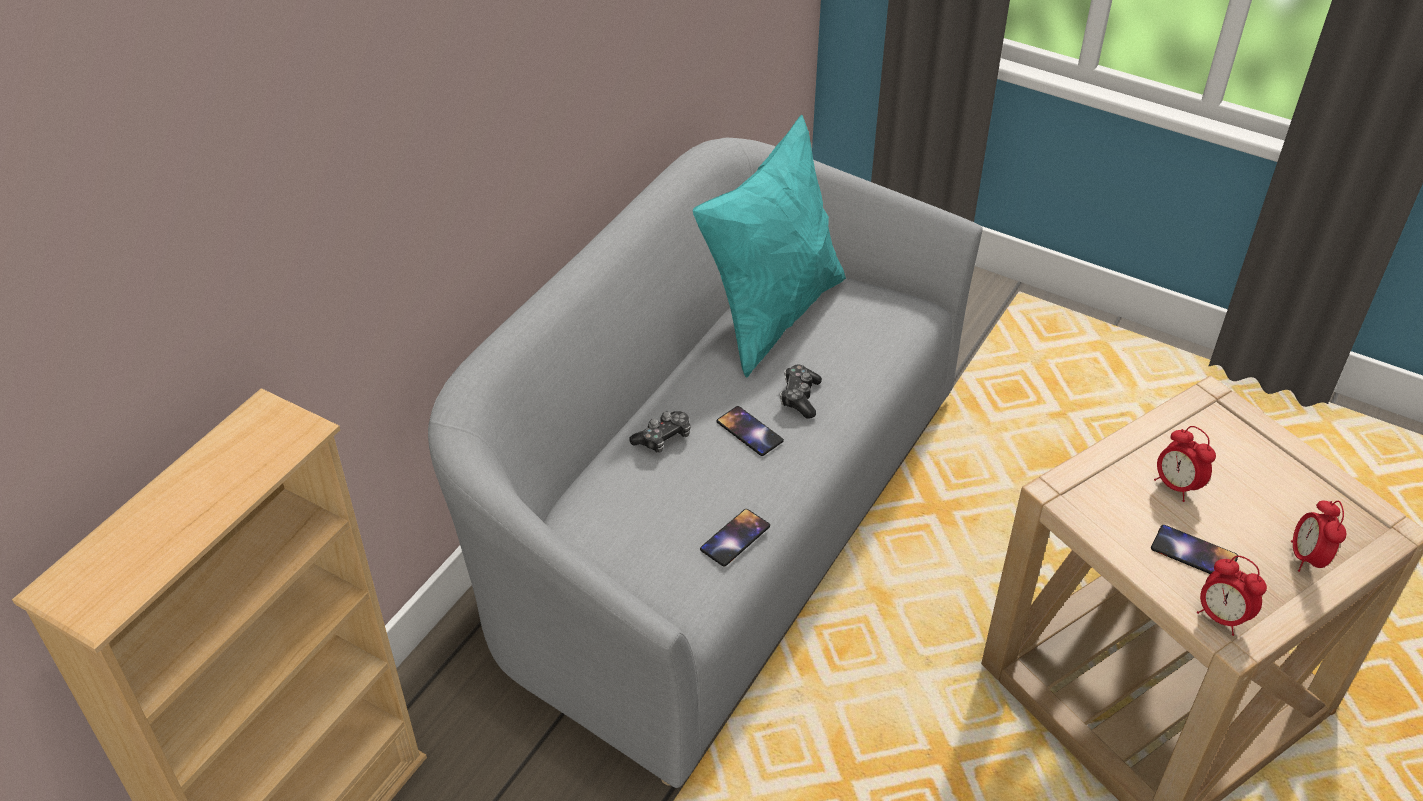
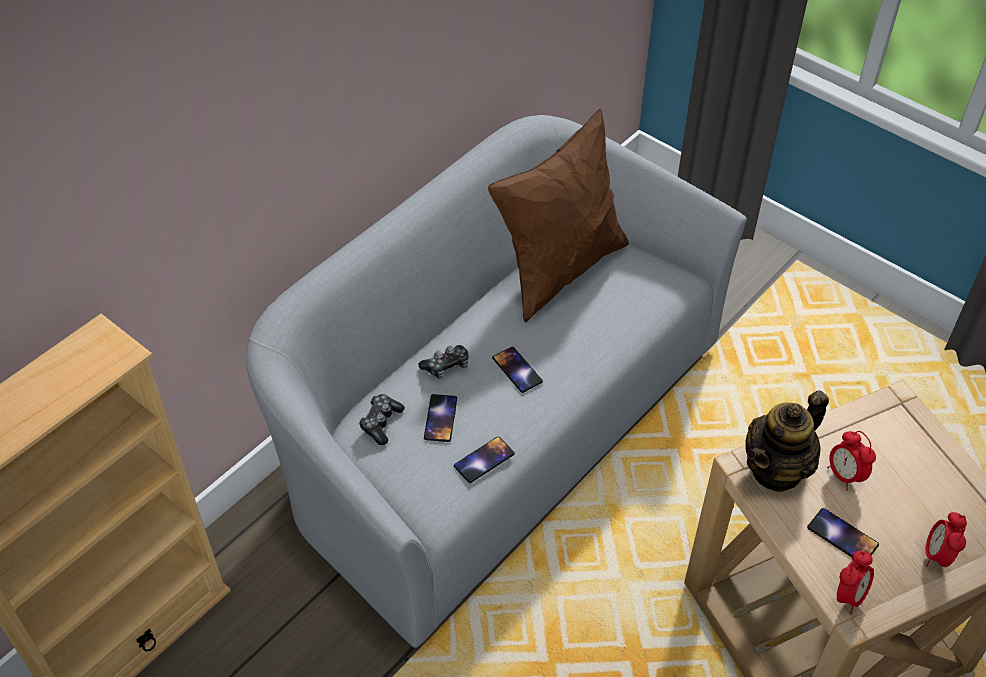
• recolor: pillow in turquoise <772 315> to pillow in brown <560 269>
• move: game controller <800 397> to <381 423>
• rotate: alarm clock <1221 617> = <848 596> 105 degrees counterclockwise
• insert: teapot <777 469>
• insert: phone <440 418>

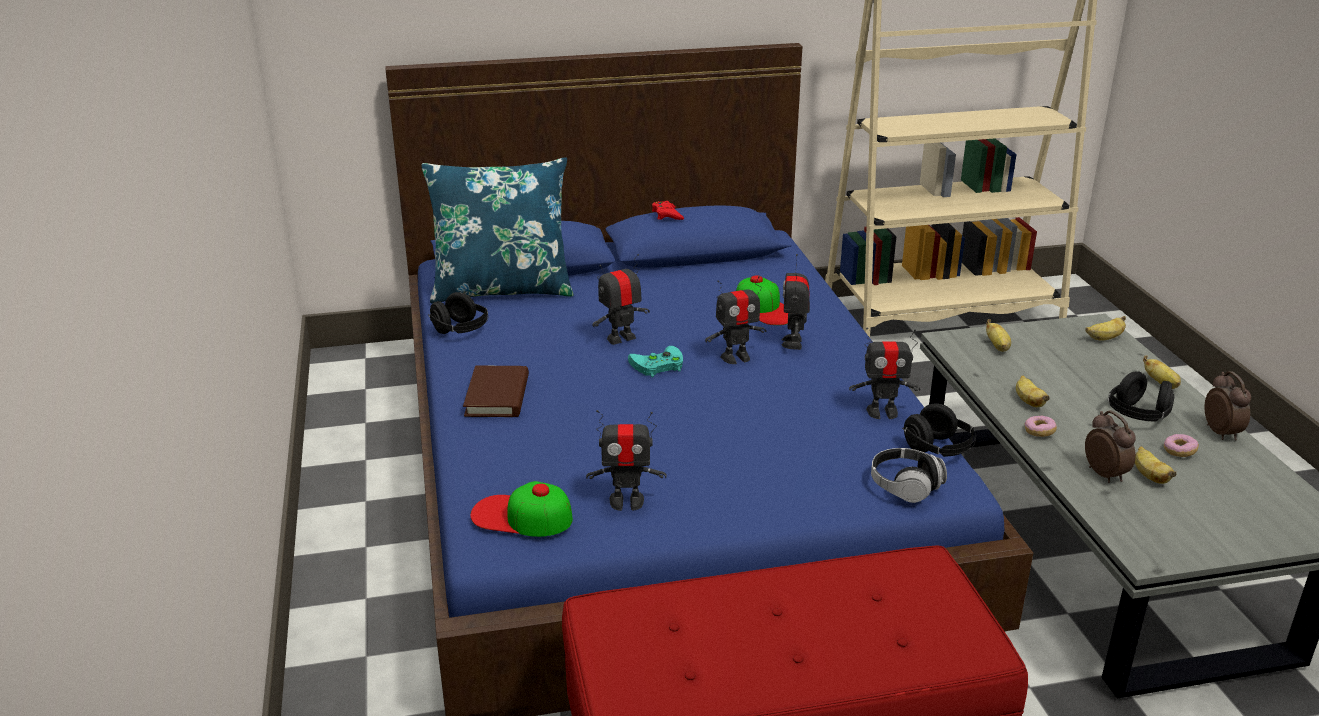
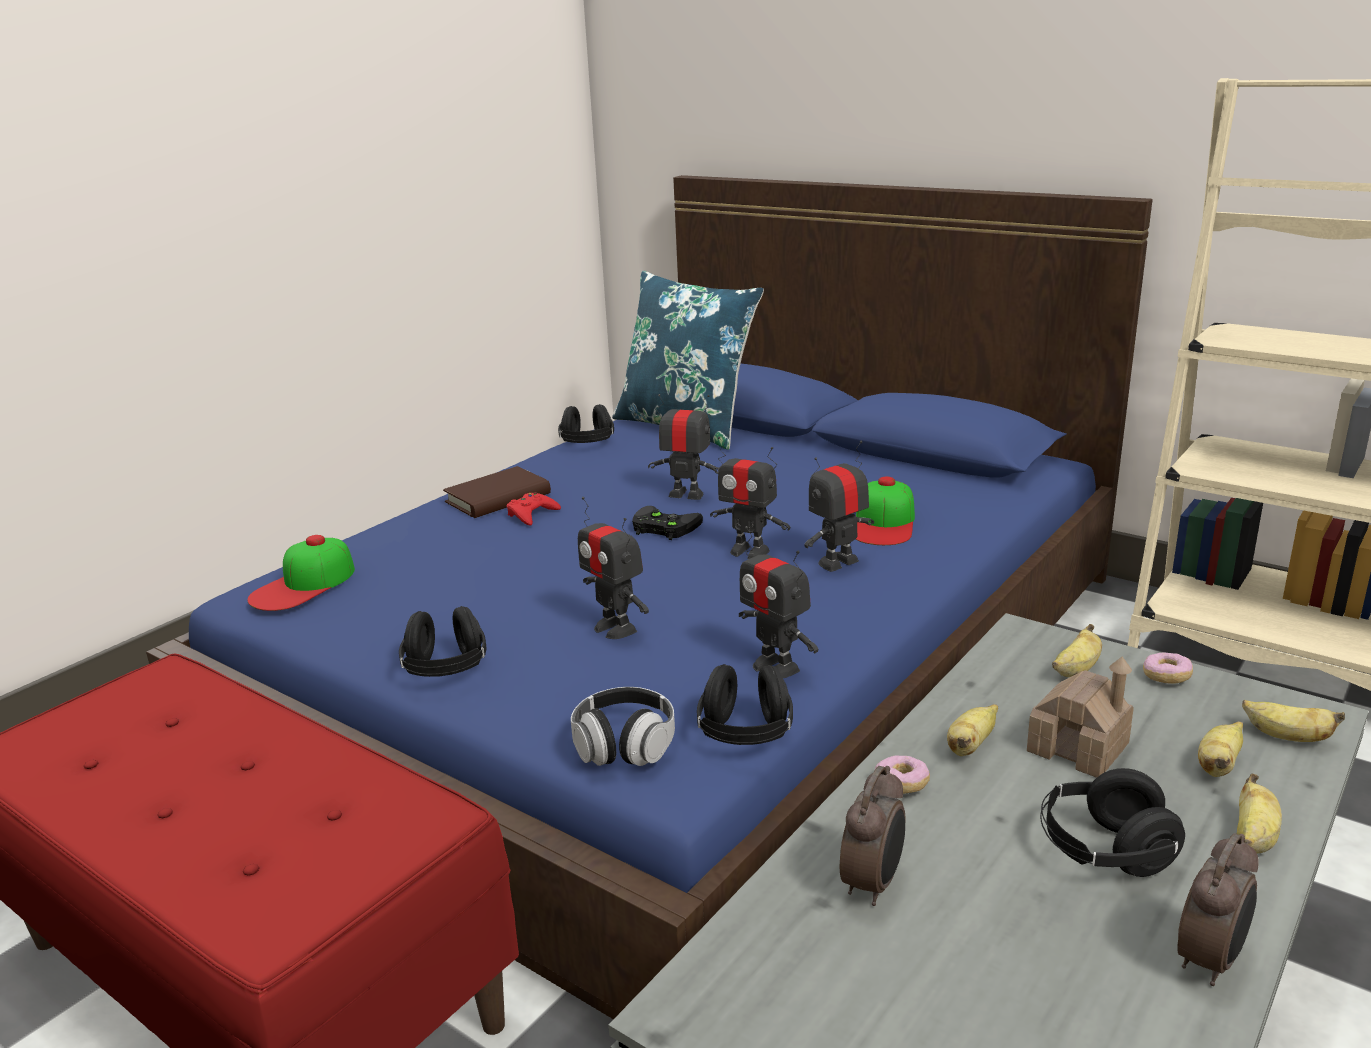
• move: game controller in red <667 215> to <532 514>
• recolor: game controller in turquoise <656 365> to game controller in black <662 527>
• move: toy robot <626 501> to <615 628>
• move: donut <1179 451> to <1166 677>
• move: banana <1149 476> to <1218 765>
• rotate: cap <521 516> = <303 584> 120 degrees counterclockwise
• insert: headphones in black <446 669>
• insert: toy house <1078 747>

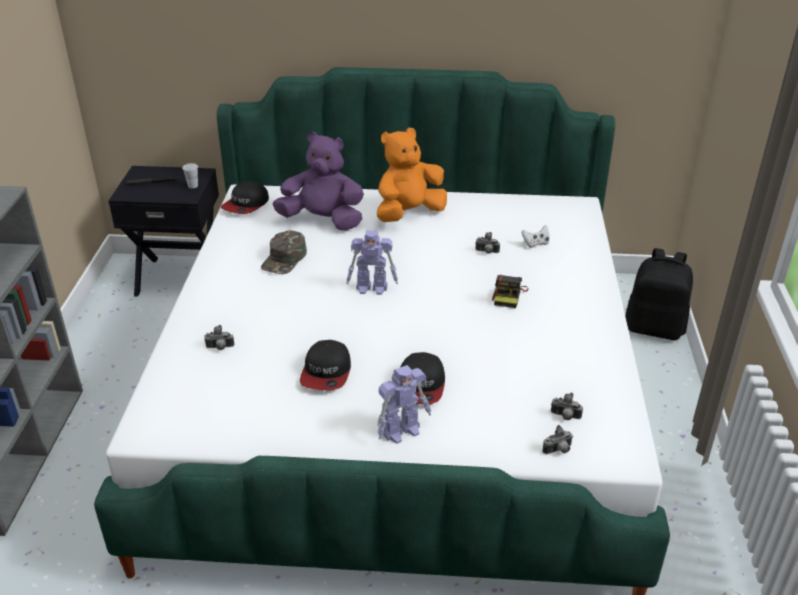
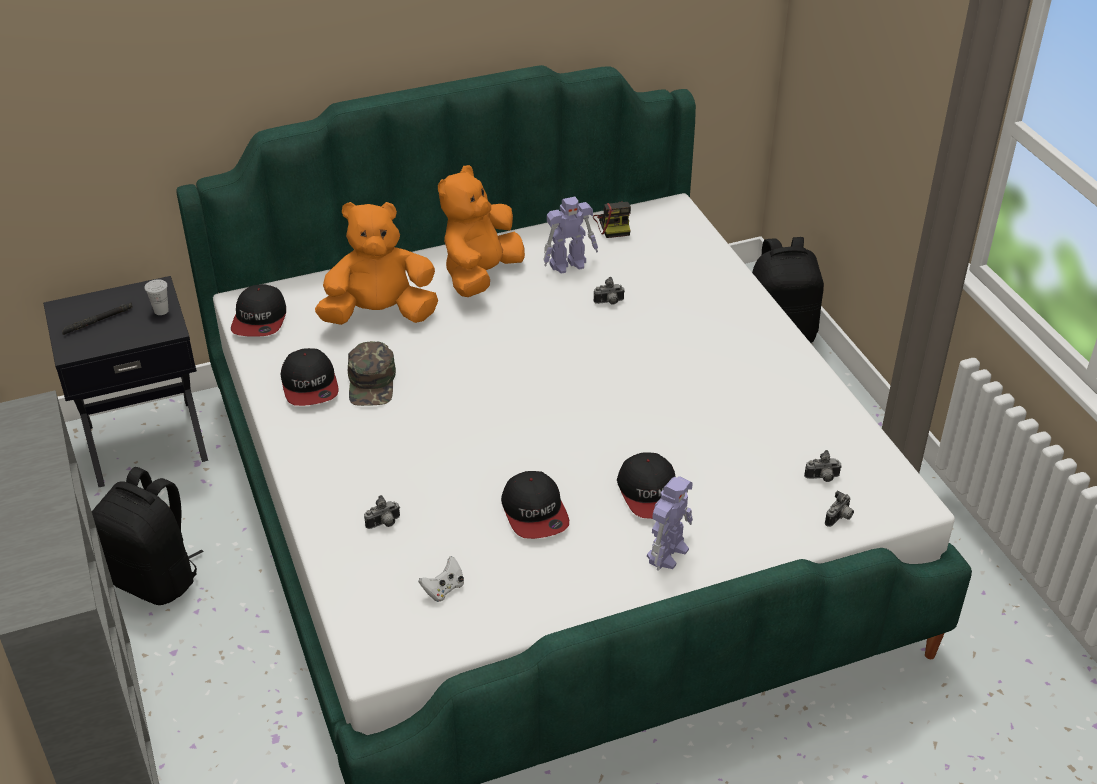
• recolor: plush toy in purple <323 220> to plush toy in orange <380 314>
• move: game controller in white <535 244> to <444 589>
• move: toy robot <372 288> to <569 264>
• move: photo camera <508 295> to <613 224>
• insert: cap <310 385>
• insert: backpack in black <155 578>

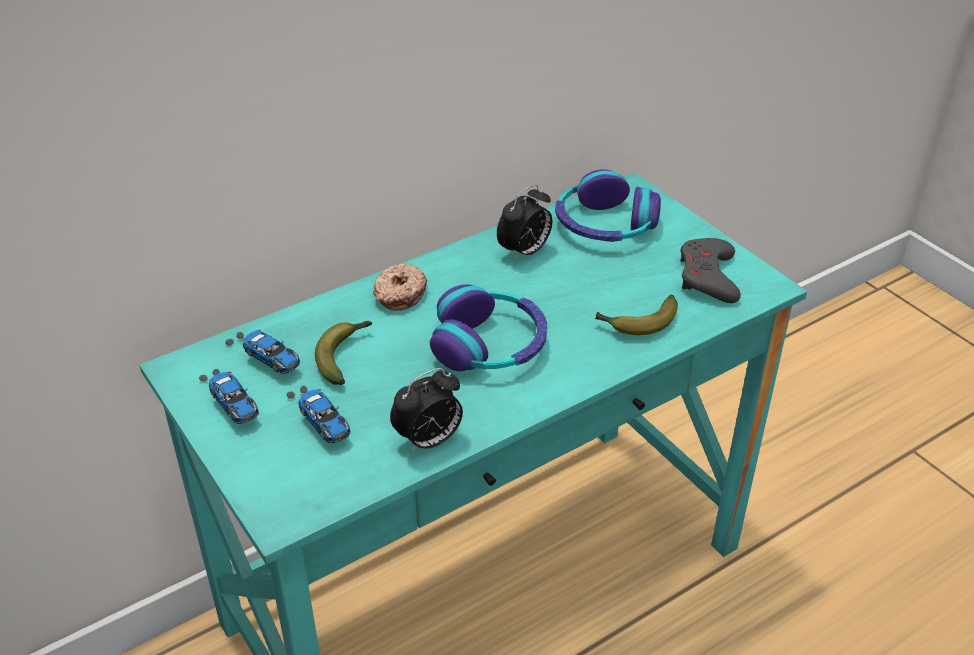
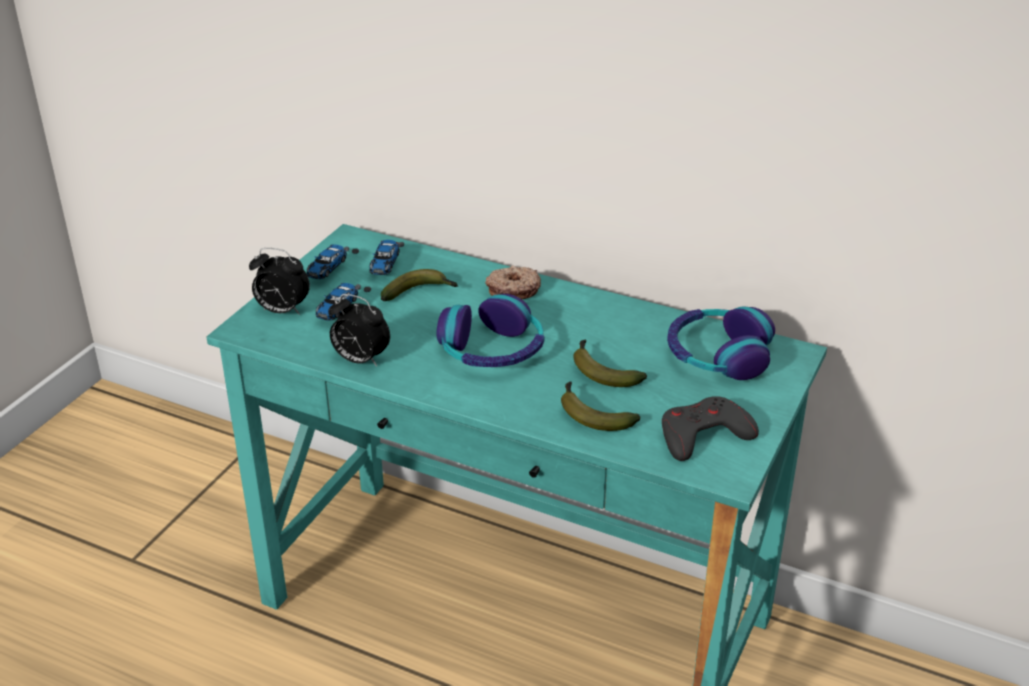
• move: alarm clock <524 252> to <282 311>
• insert: banana <602 371>

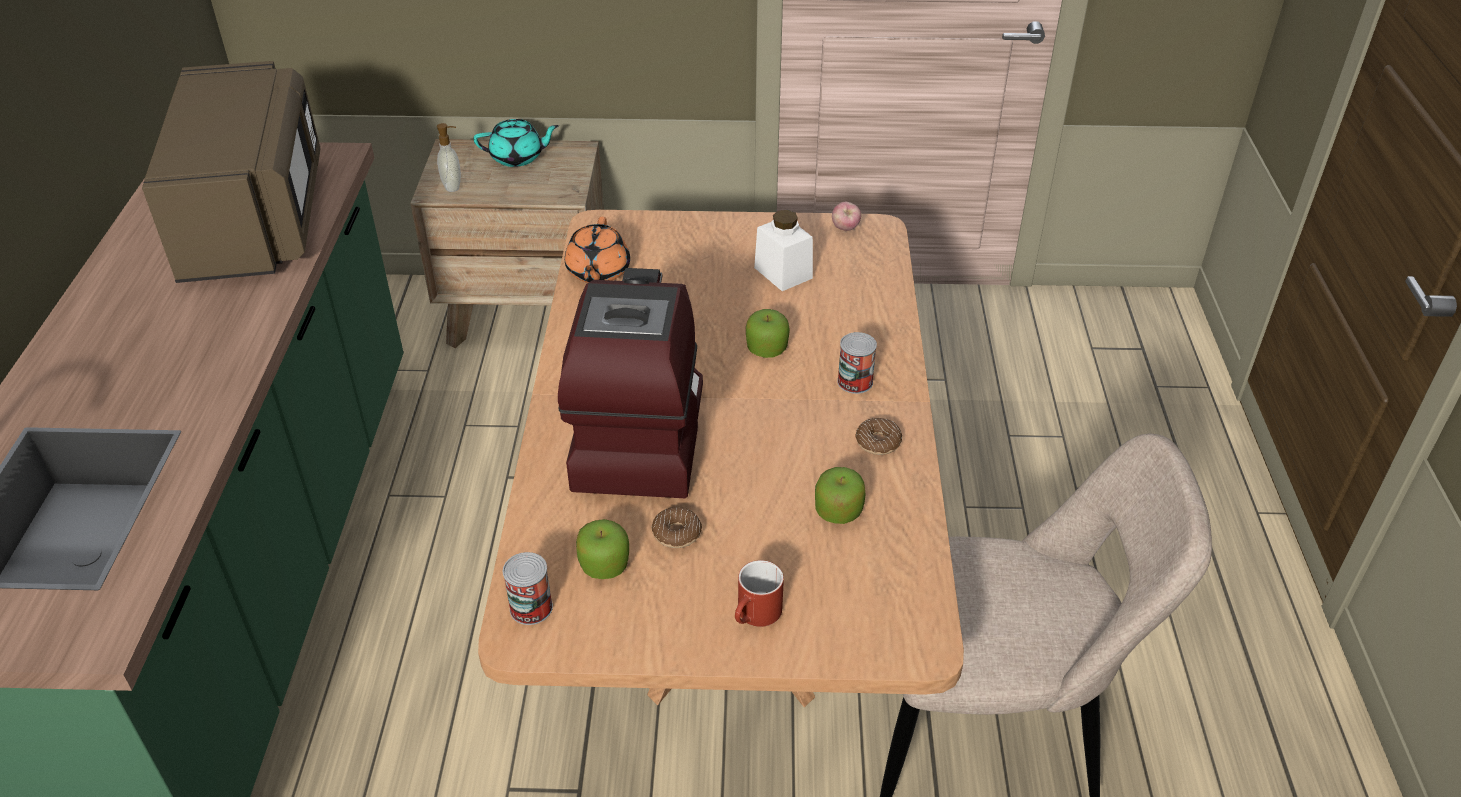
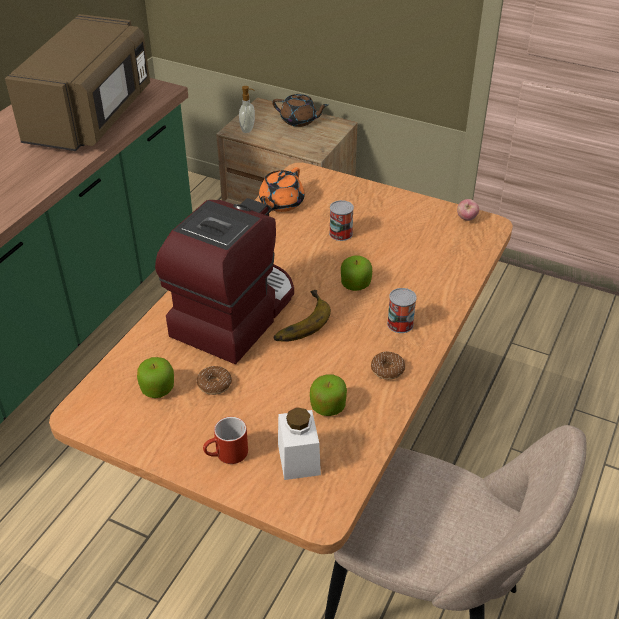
• recolor: teapot in turquoise <518 157> to teapot in brown <299 121>
• move: jar in white <783 273> to <298 459>
• move: can <531 607> to <341 233>
• insert: banana <298 321>

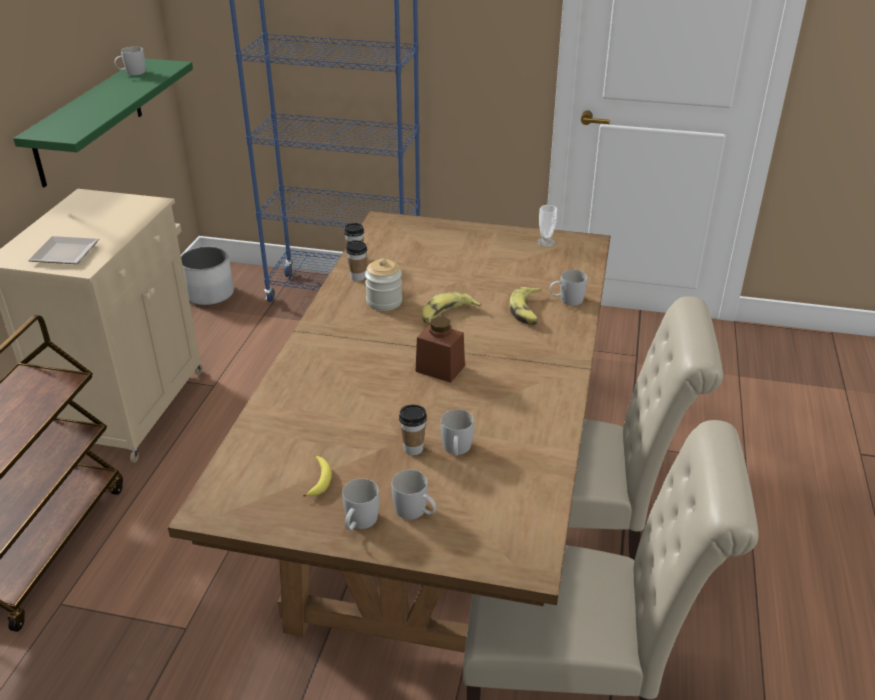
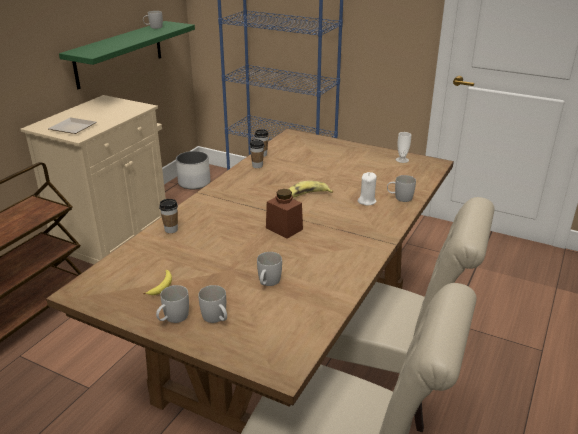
• delete: jar <384 302>
• replace: banana <527 311> to candle in white <367 201>
• move: cup <413 449> to <171 230>

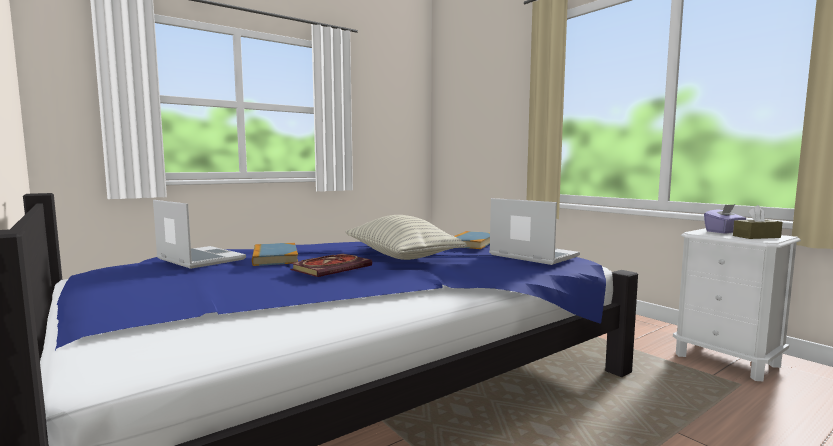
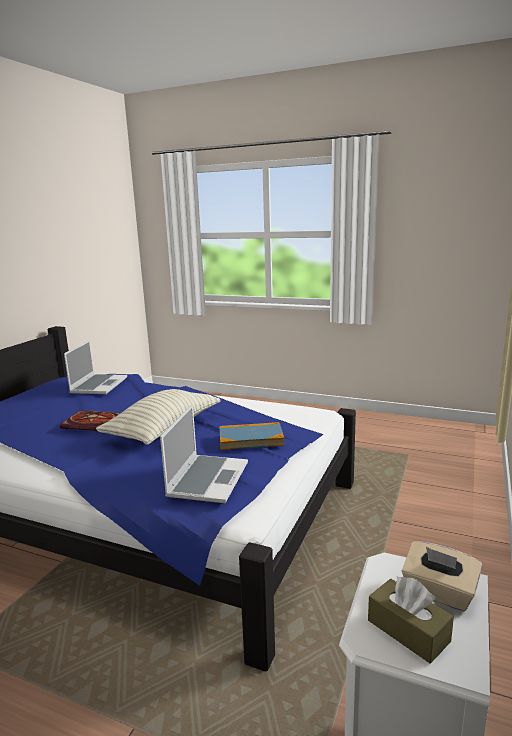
• recolor: tissue box in purple <724 231> to tissue box in beige <439 593>
• delete: book <275 257>

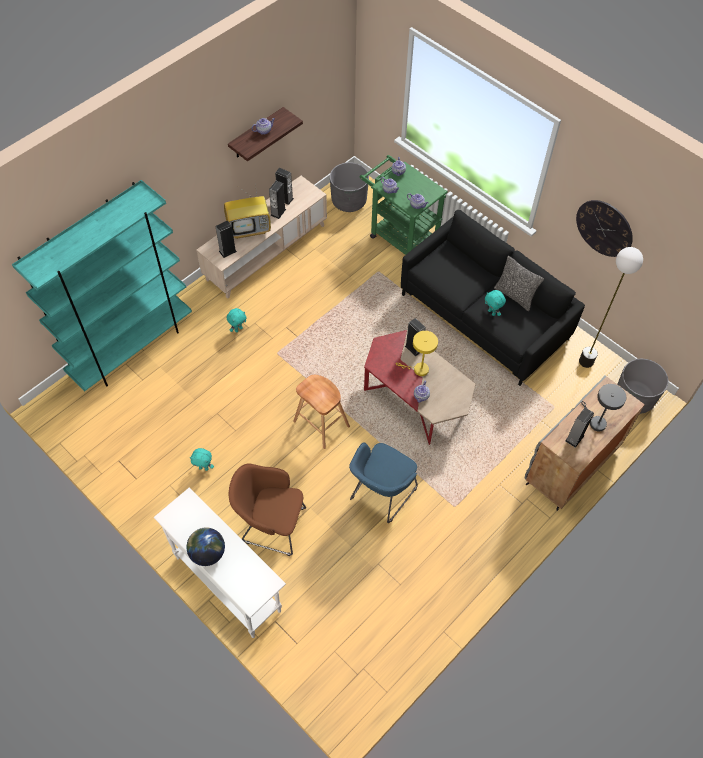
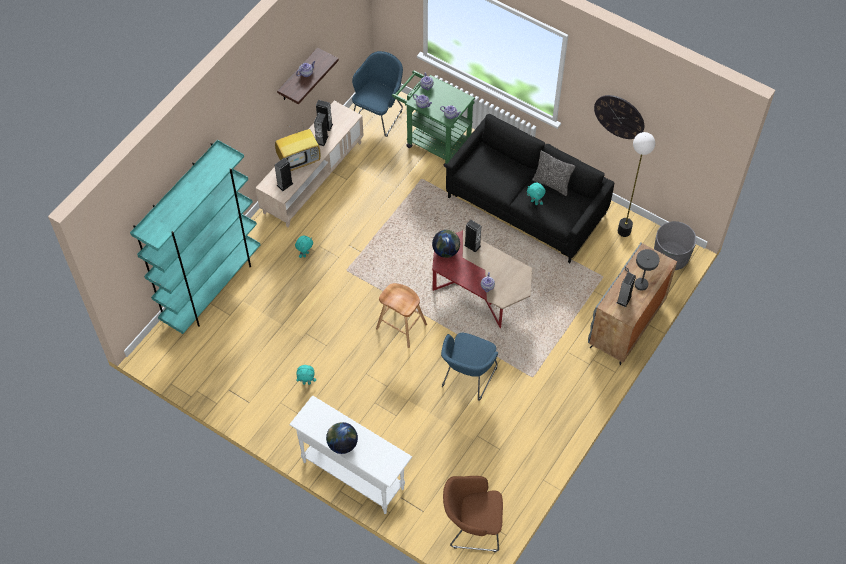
• replace: planter in grey <349 201> to armchair in blue <379 115>
• delete: table lamp in yellow <418 369>
• move: armchair in brown <271 525> to <472 527>
• insert: globe <446 251>

